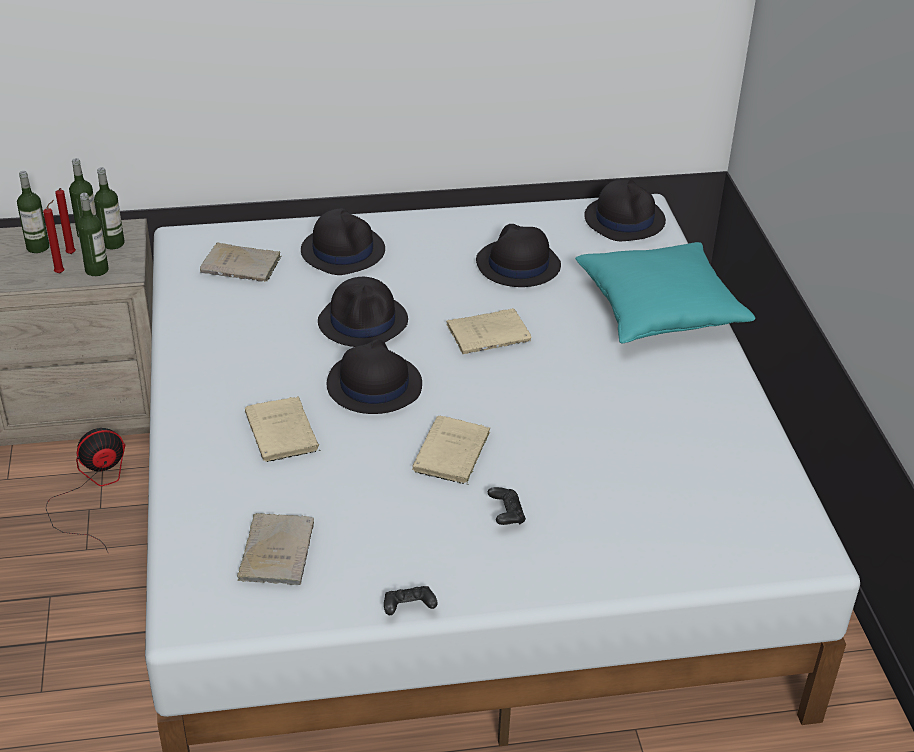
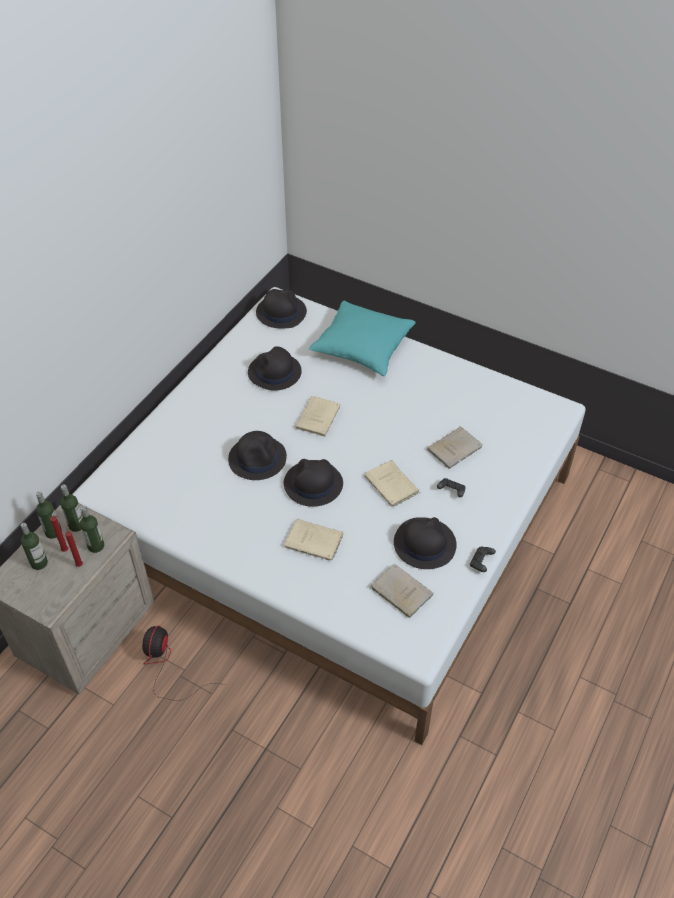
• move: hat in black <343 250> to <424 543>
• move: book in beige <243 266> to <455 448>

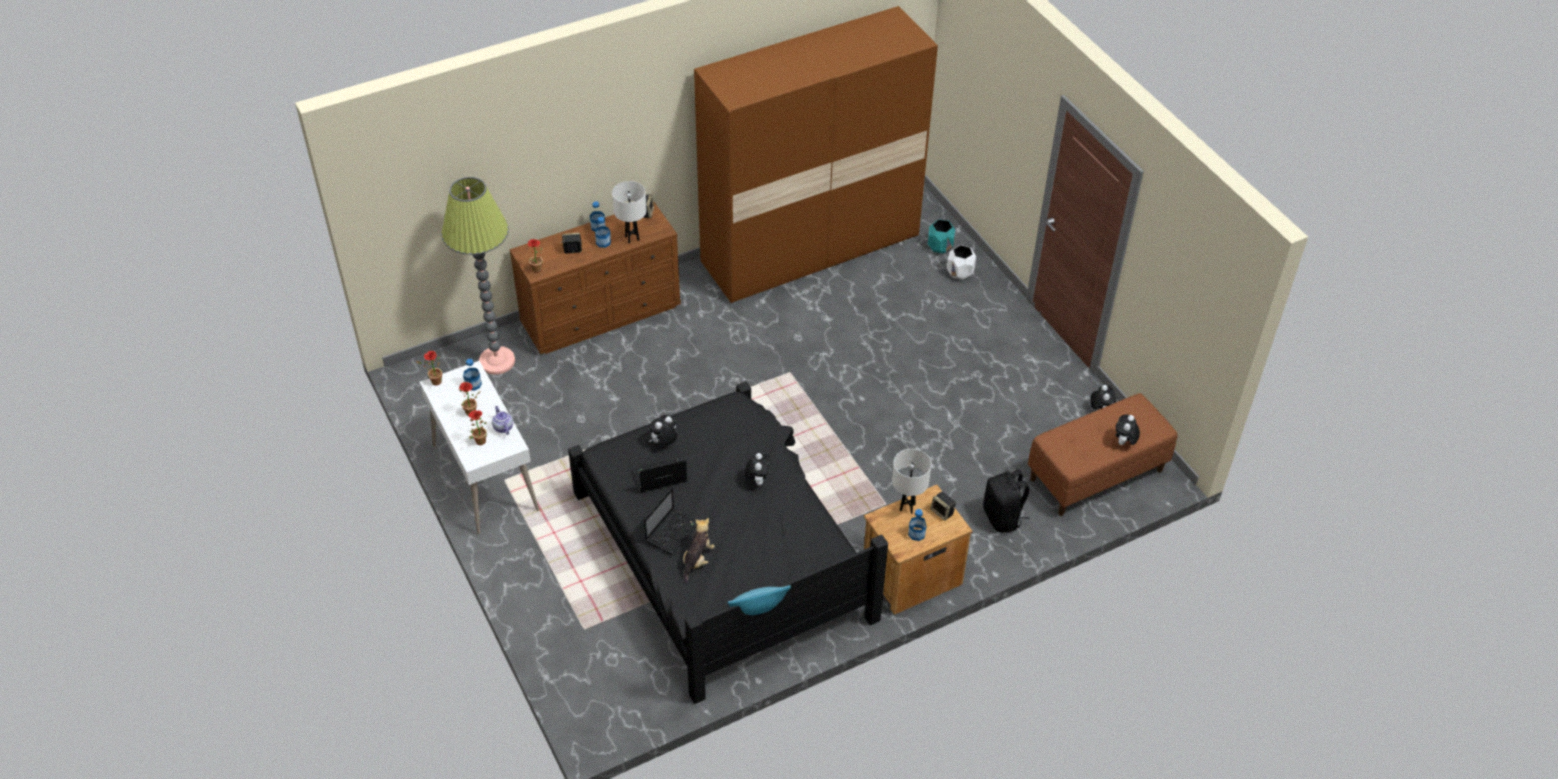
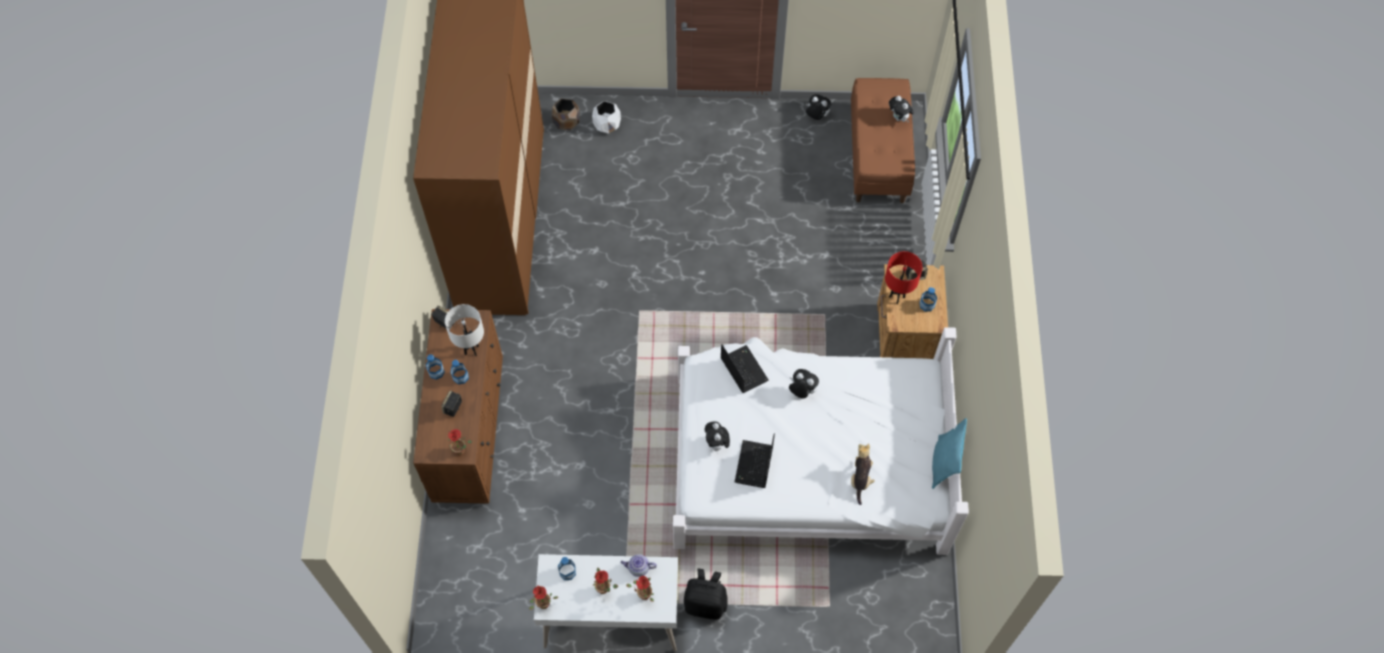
• delete: floor lamp <497 361>
• recolor: planter in turquoise <940 246> to planter in brown <567 122>
• recolor: bed in black <723 552> to bed in white <807 460>
• recolor: table lamp in white <907 507> to table lamp in red <897 297>
• move: backpack in black <1003 518> to <706 603>
• move: laptop <672 531> to <743 369>
• rotate: plush toy <697 560> = <860 478> 45 degrees clockwise

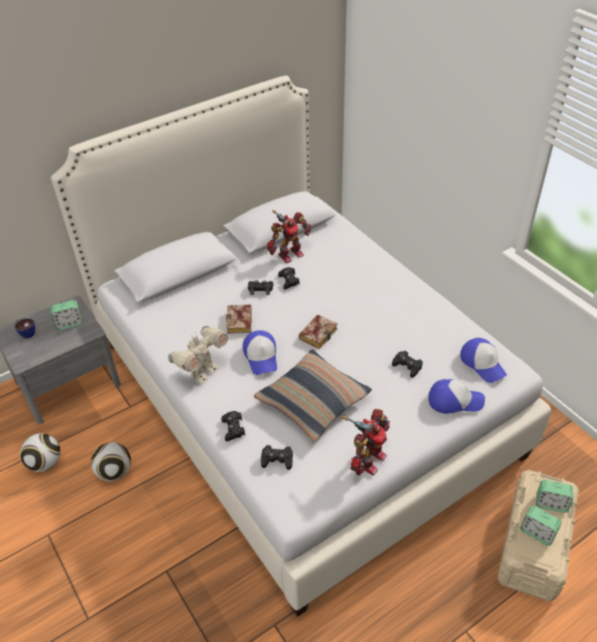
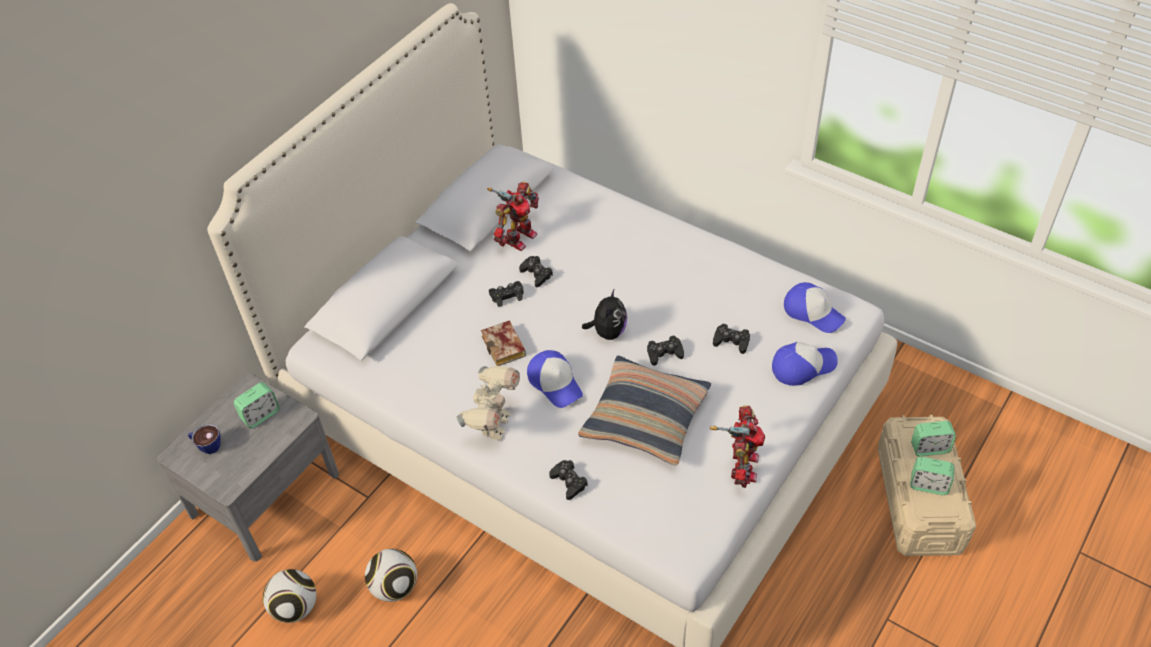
• replace: book <318 333> to plush toy <608 332>
• move: game controller in black <277 459> to <664 353>

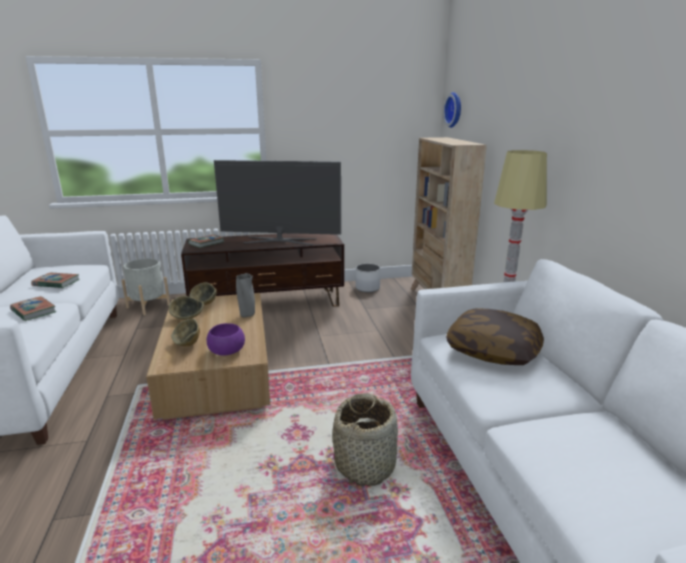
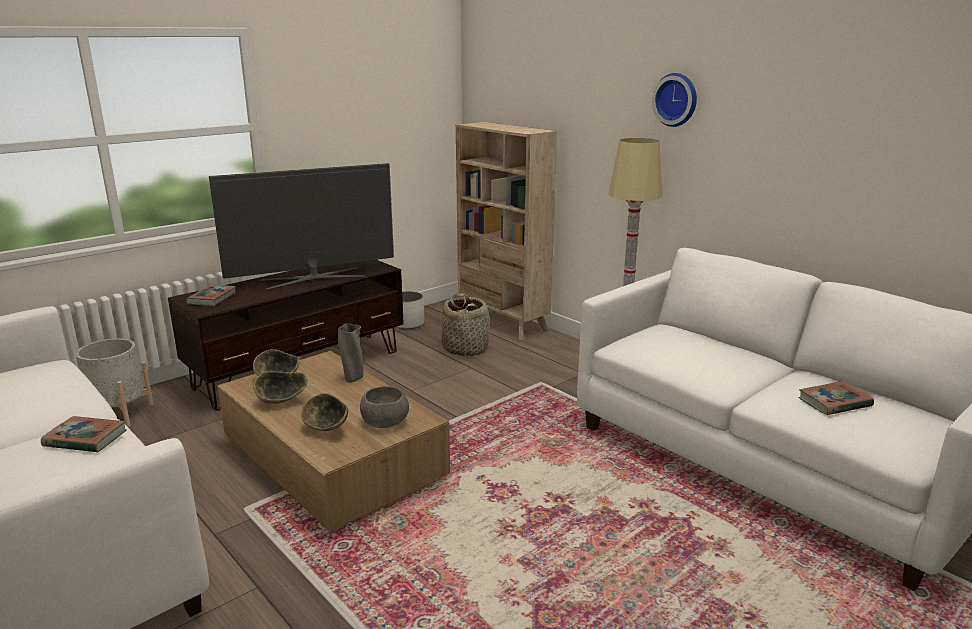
• move: wall clock <455 110> to <676 99>
• move: book <56 283> to <834 402>
• delete: pillow <492 351>
• recolor: bowl in purple <226 351> to bowl in grey <384 422>
• move: basket <365 464> to <465 348>

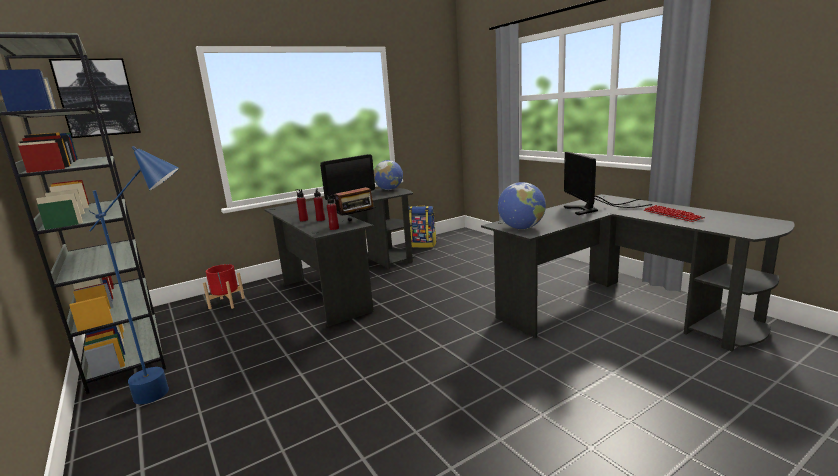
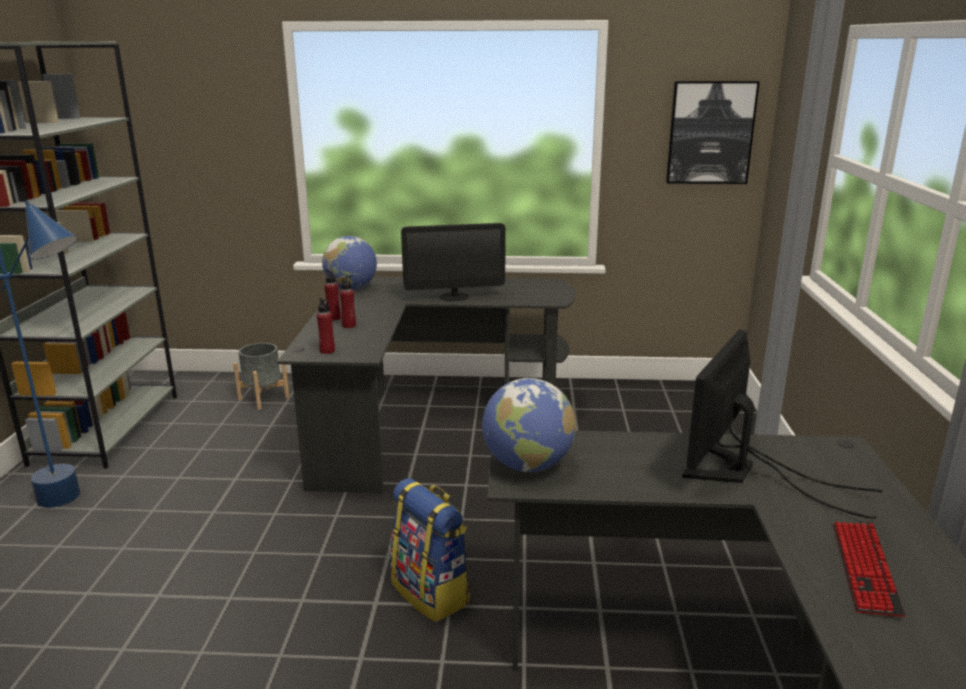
• move: picture <97 98> to <710 133>
• move: globe <389 189> to <351 288>
• delete: radio <357 220>
• move: backpack <422 245> to <432 593>
• recolor: planter in red <226 303> to planter in grey <263 398>

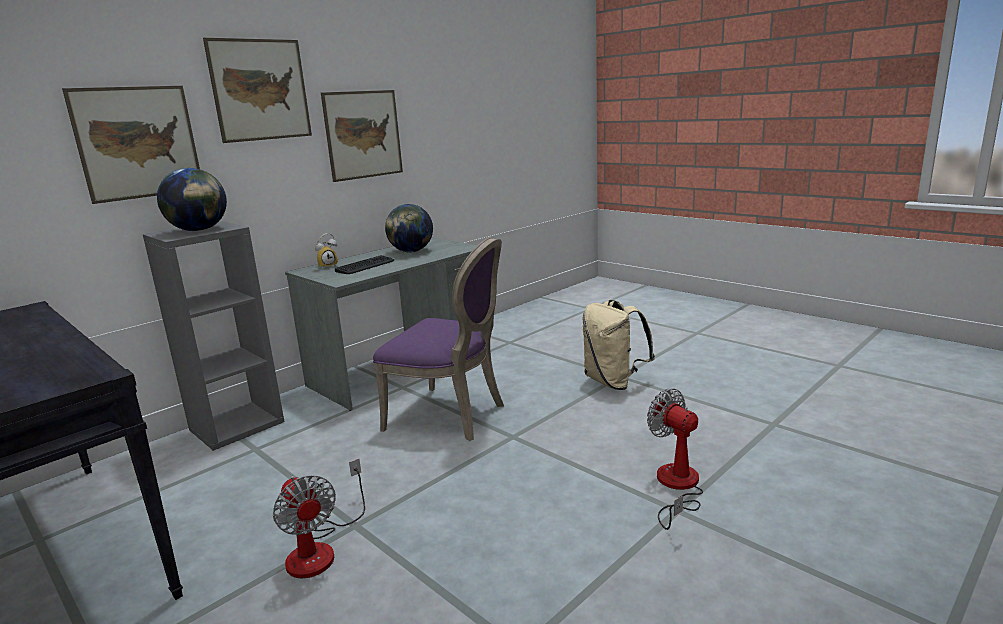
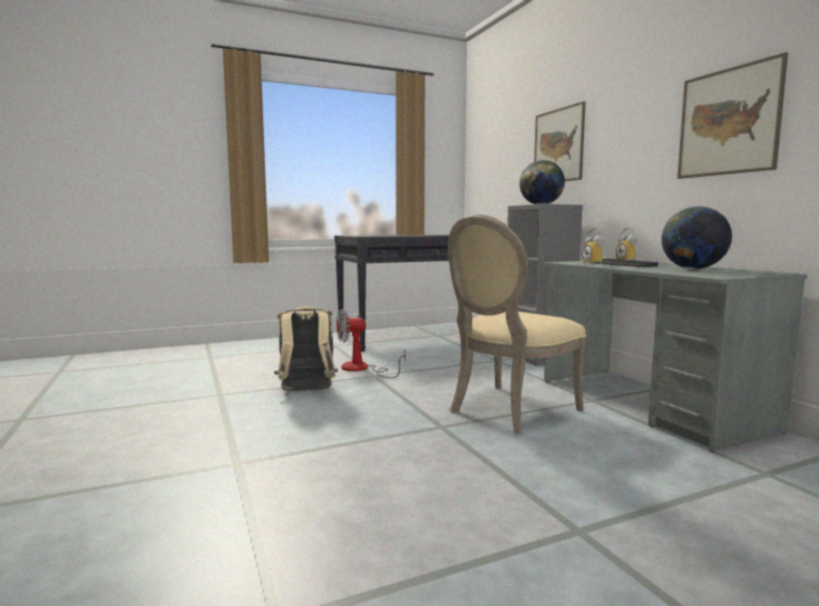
• delete: picture <260 90>
• recolor: chair in purple <451 415> to chair in beige <508 410>
• move: backpack in beige <614 382> to <306 392>
• delete: fan <676 487>
• insert: alarm clock <595 265>

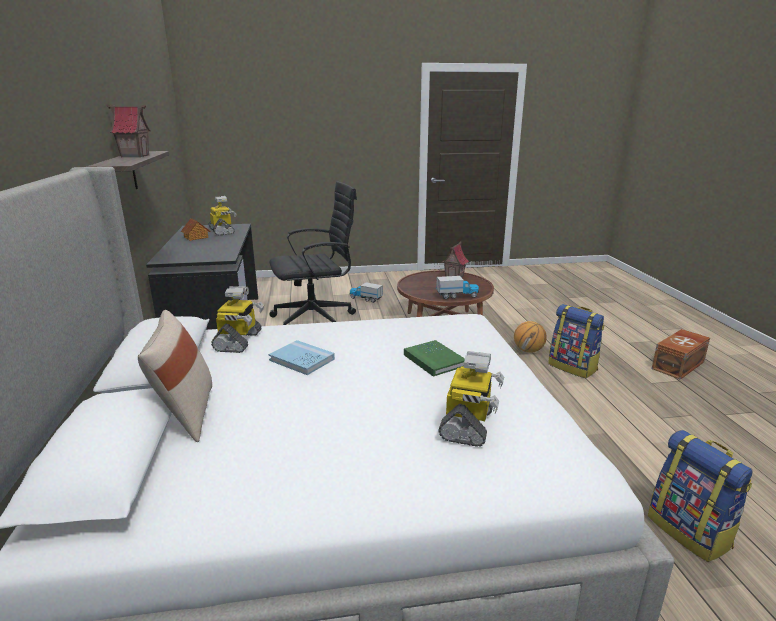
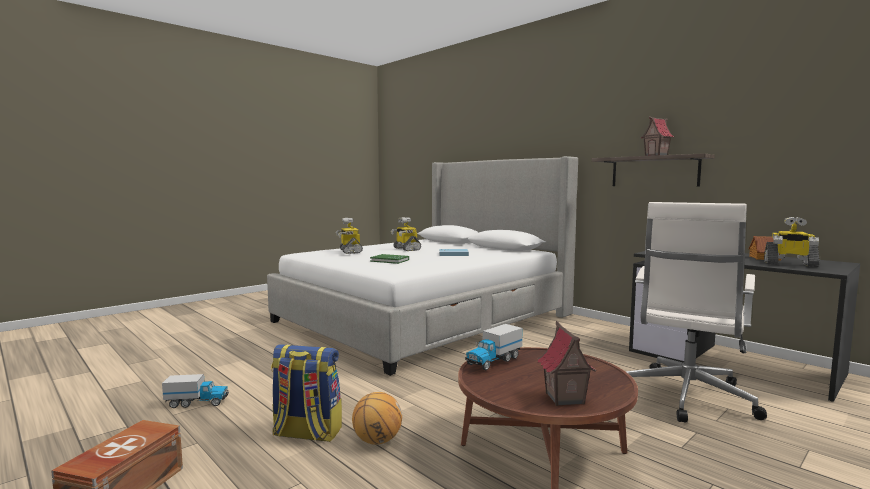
• recolor: office chair in black <316 319> to office chair in white <686 397>
• move: toy truck <365 298> to <197 403>
• move: toy robot <239 341> to <406 249>
• delete: pillow in beige <186 414>
• delete: backpack <689 532>

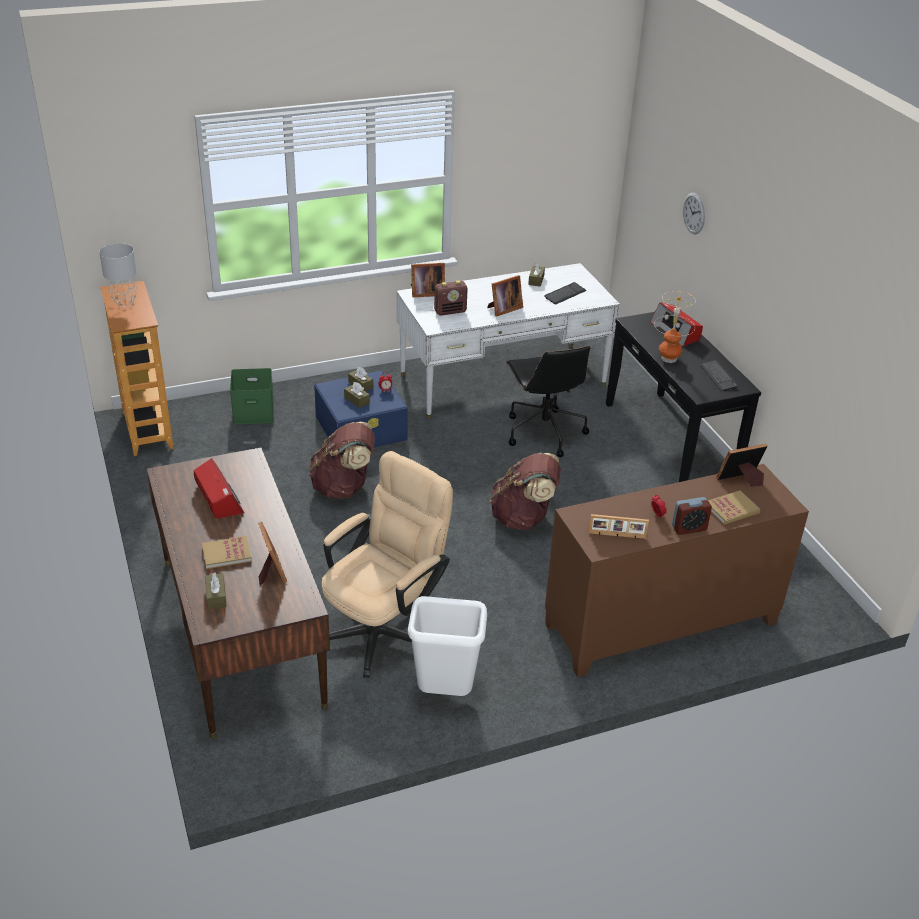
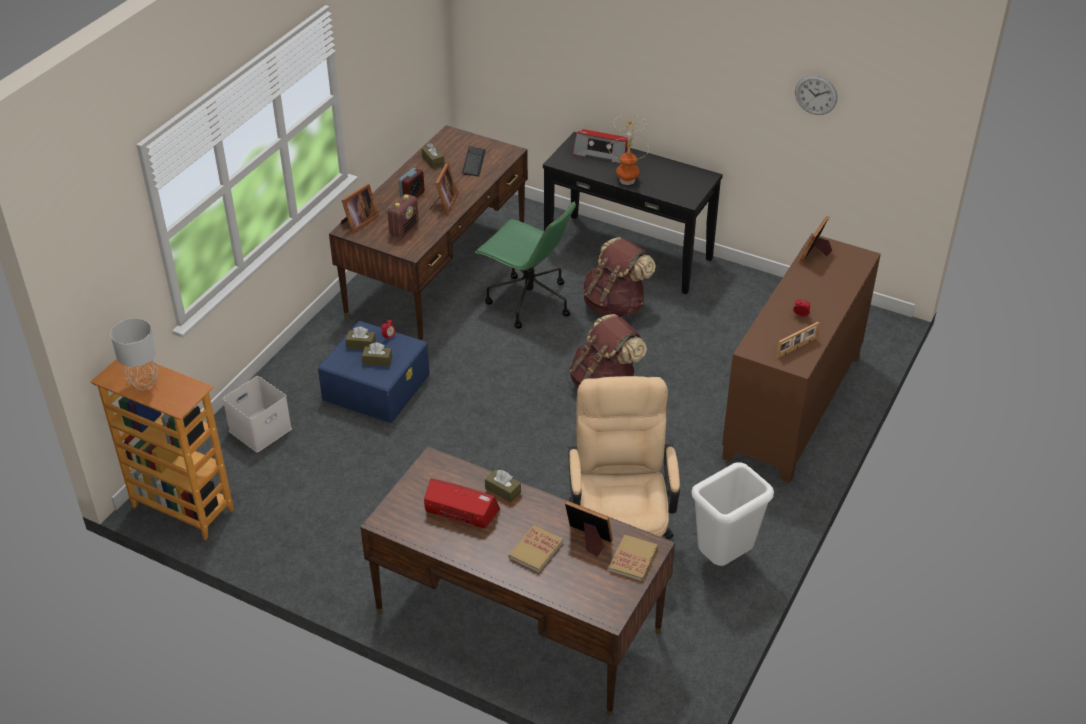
• move: wall clock <694 213> to <816 95>
• recolor: desk in white <502 380> to desk in brown <437 273>
• recolor: office chair in black <543 432> to office chair in green <528 301>
• delete: keyboard <718 376>
• recolor: storage box in green <254 412> to storage box in white <260 429>
• move: backpack in brown <344 487> to <615 305>
• move: book <731 509> to <633 559>
• move: alarm clock <689 528> to <412 196>
• move: tissue box in brown <216 596> to <503 490>

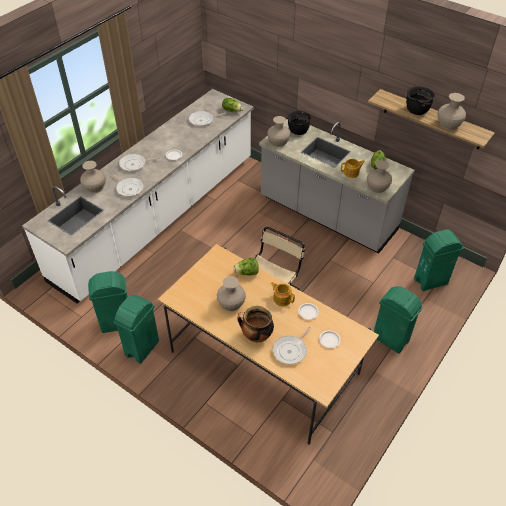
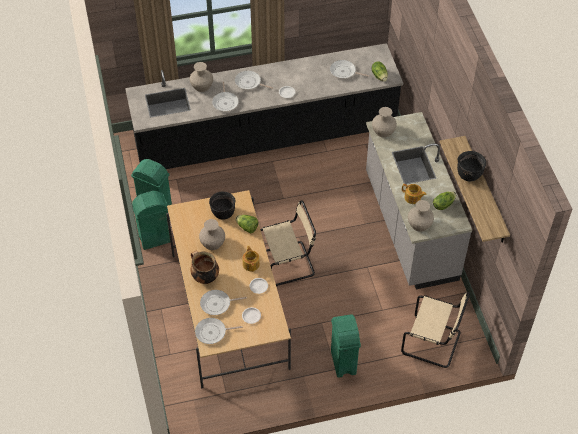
• recolor: counter in white <158 217> to counter in black <265 138>
• delete: vase in beige <448 124>
• move: cooking pot in black <298 131> to <223 213>
• replace: trash can in green <431 281> to chair in beige <433 343>
• insert: frying pan <212 332>

